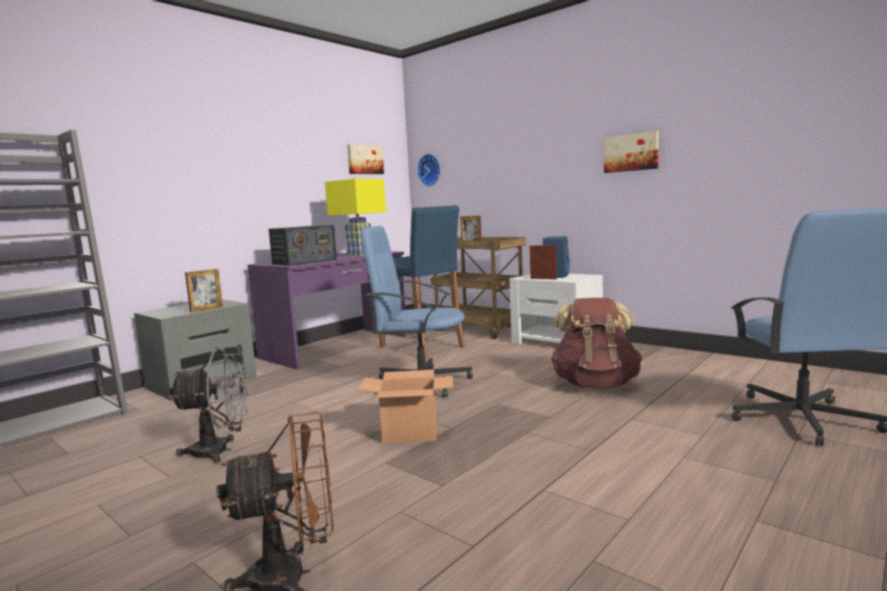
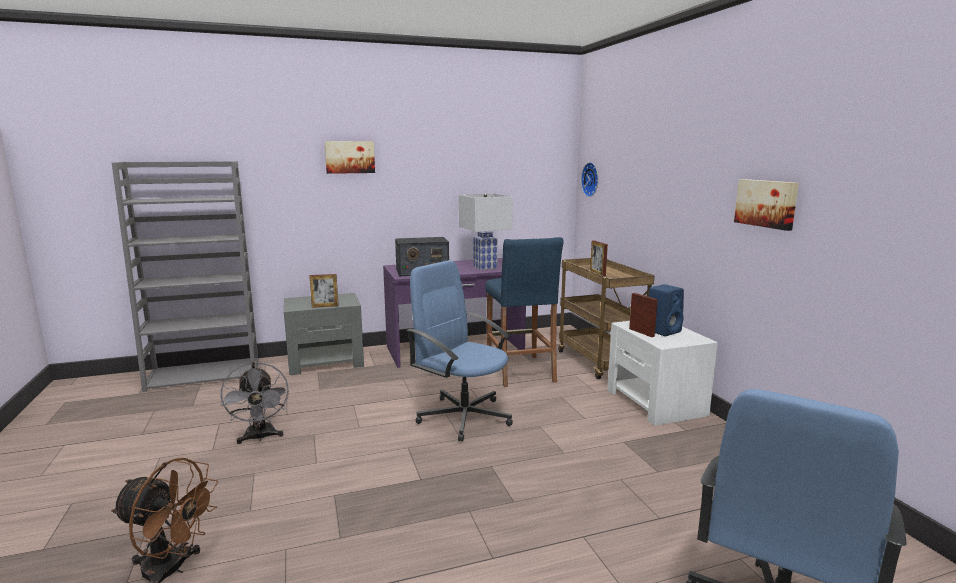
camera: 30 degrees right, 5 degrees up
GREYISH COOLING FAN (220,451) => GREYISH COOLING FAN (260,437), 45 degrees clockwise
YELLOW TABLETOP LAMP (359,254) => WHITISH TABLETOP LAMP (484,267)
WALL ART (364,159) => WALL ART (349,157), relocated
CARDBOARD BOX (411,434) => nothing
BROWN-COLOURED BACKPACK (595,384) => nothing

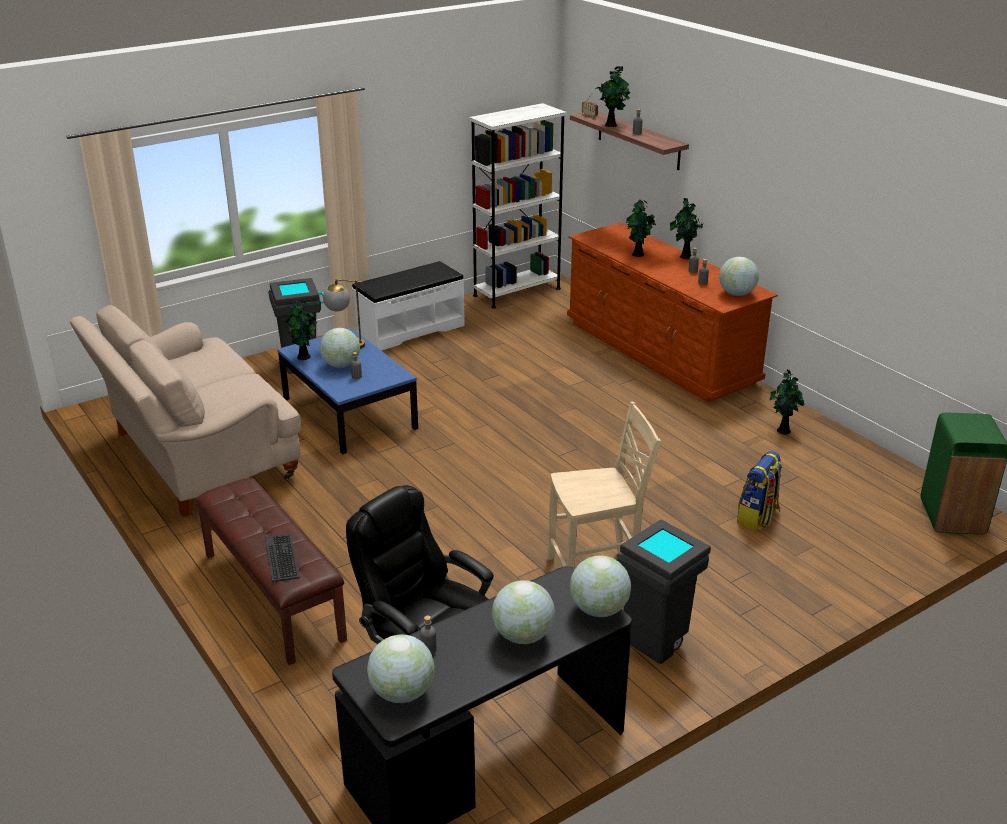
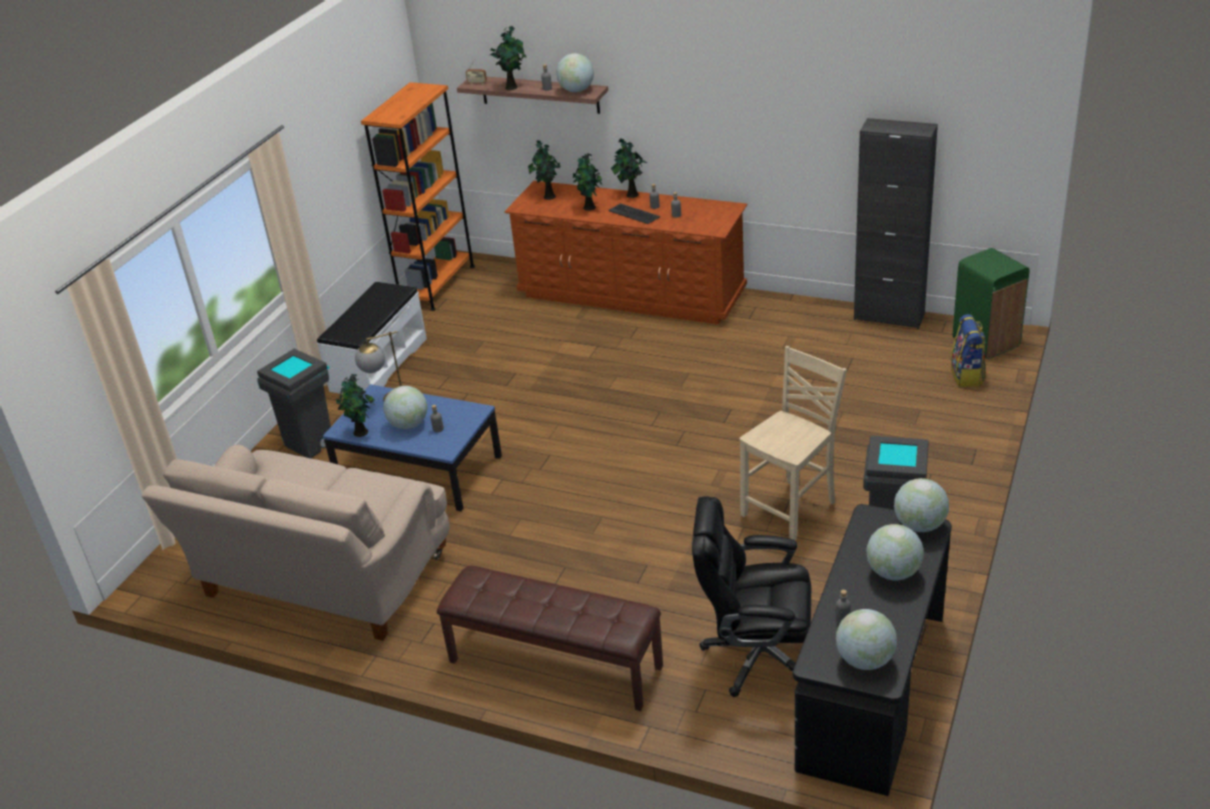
camera: 30 degrees left, 5 degrees up
COMPUTER KEYBOARD (282,558) => COMPUTER KEYBOARD (634,214), relocated
WHITISH SHELVING UNIT (517,292) => ORANGEY SHELVING UNIT (437,285)
DESK GLOBE (736,294) => DESK GLOBE (576,91), relocated
BACKPACK (758,517) => BACKPACK (967,376), relocated
PLANT IN A POT (782,430) => PLANT IN A POT (548,196), relocated
nothing => BLACK CUPBOARD (889,316)

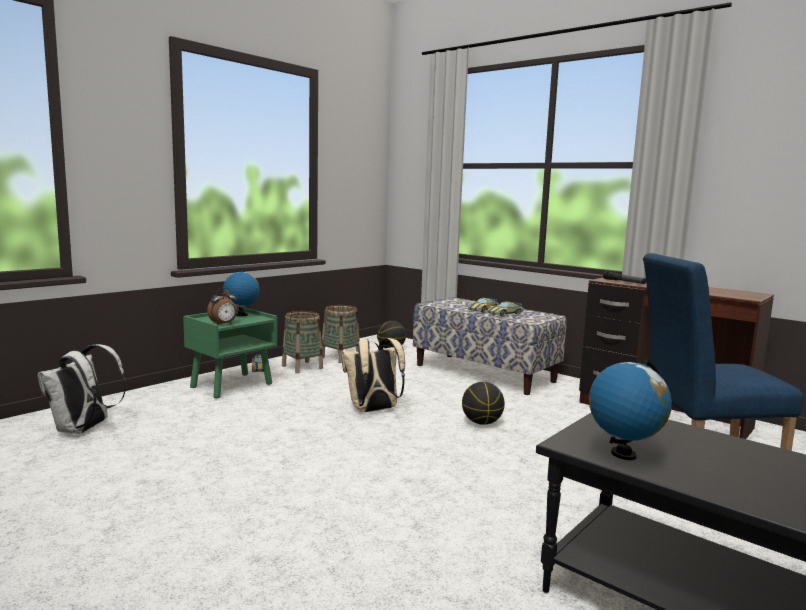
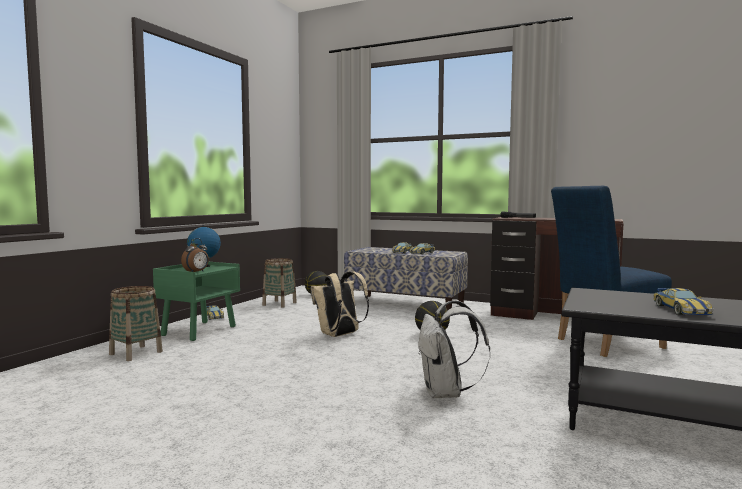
camera: 15 degrees left, 5 degrees down
WHITISH BACKPACK (83,429) => WHITISH BACKPACK (446,393), relocated
STORAGE BASKET (302,367) => STORAGE BASKET (136,353), relocated
DESK GLOBE (623,454) => nothing
nothing => MINIATURE CAR (680,310)

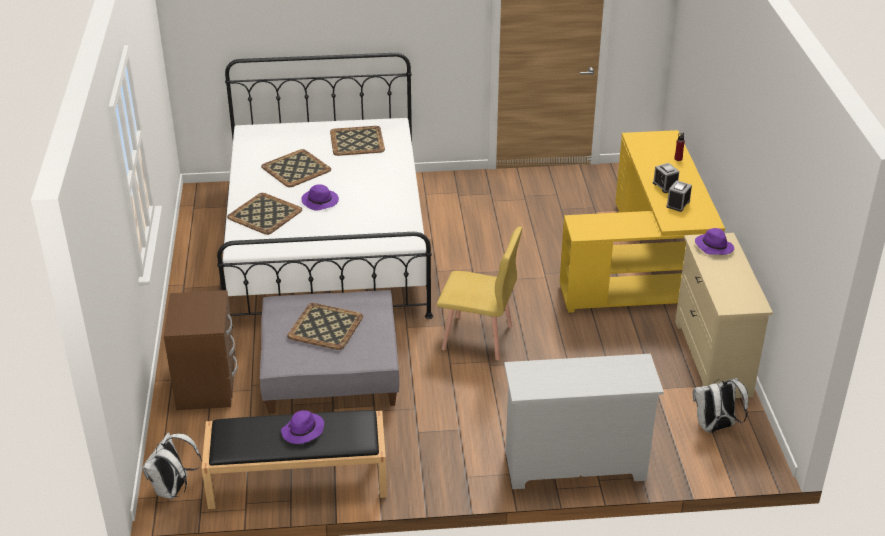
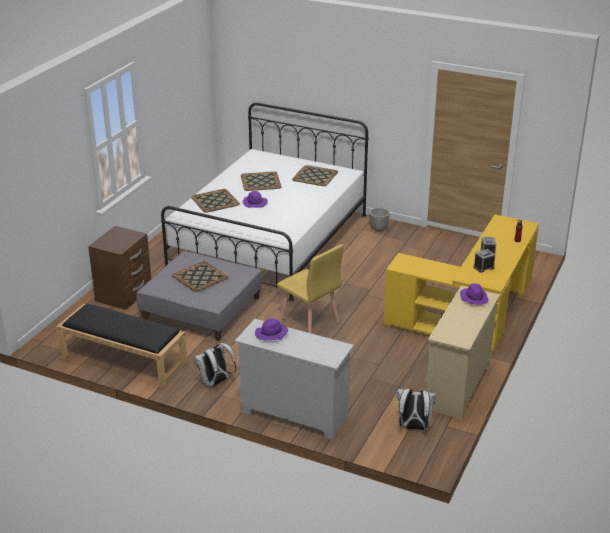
camera: 30 degrees right, 5 degrees down
WHITISH BACKPACK (173,490) => WHITISH BACKPACK (215,383), relocated
PURPLISH CLOTHING HAT (302,431) => PURPLISH CLOTHING HAT (271,334), relocated
nothing => FLOWER POT (379,228)

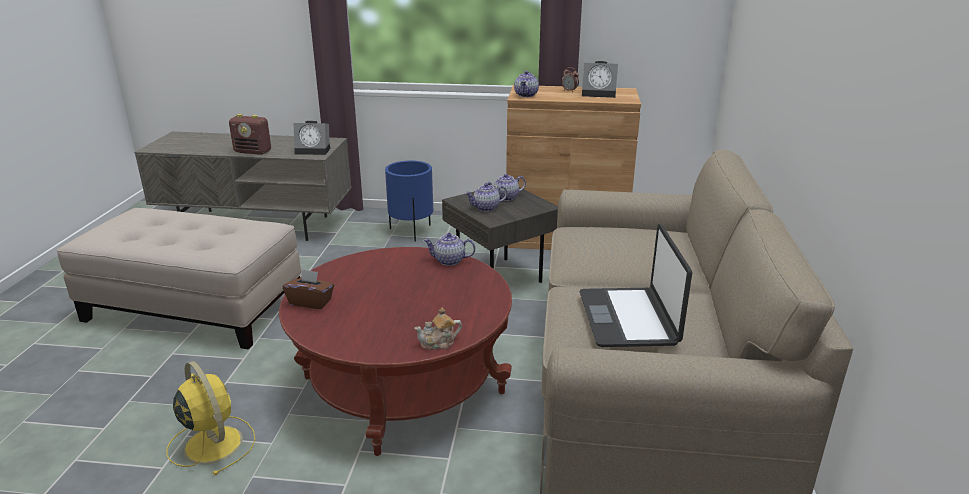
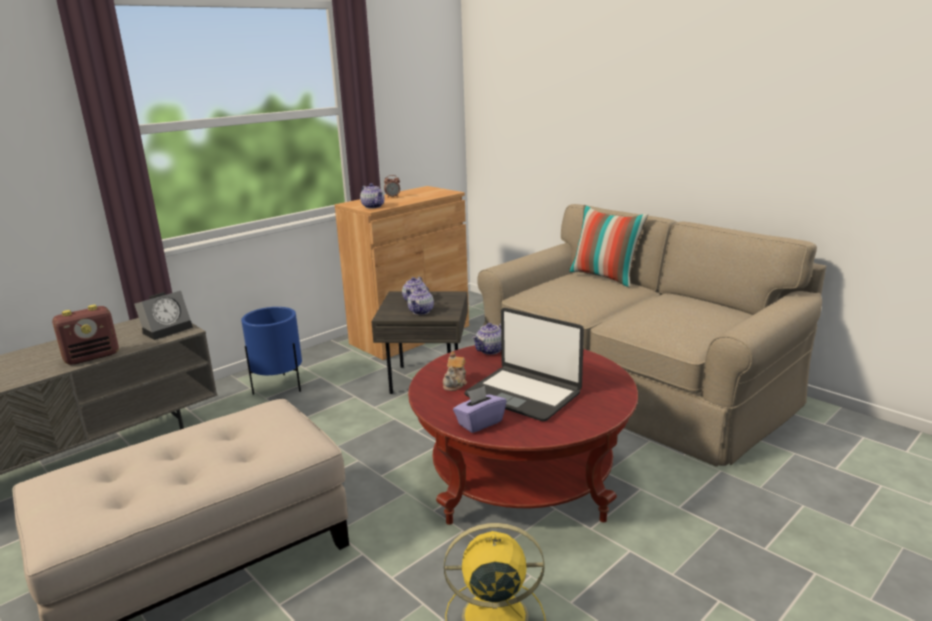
camera: 50 degrees left, 5 degrees down
BROWN-COLOURED TISSUE BOX (311,302) => PURPLISH TISSUE BOX (479,423)
TEA POT (439,343) => TEA POT (455,383), relocated
PORTABLE COMPUTER (629,318) => PORTABLE COMPUTER (523,394), relocated
TABLE CLOCK (600,94) => nothing
nothing => PILLOW (605,277)

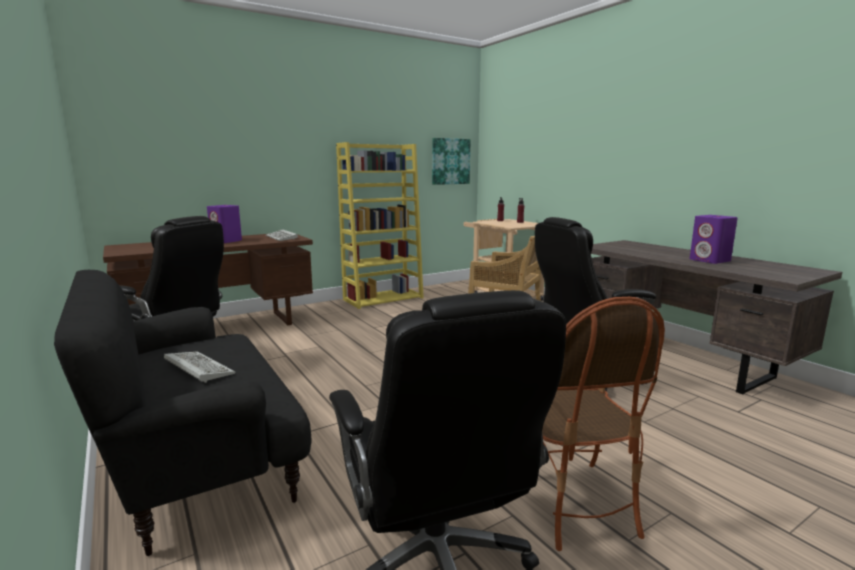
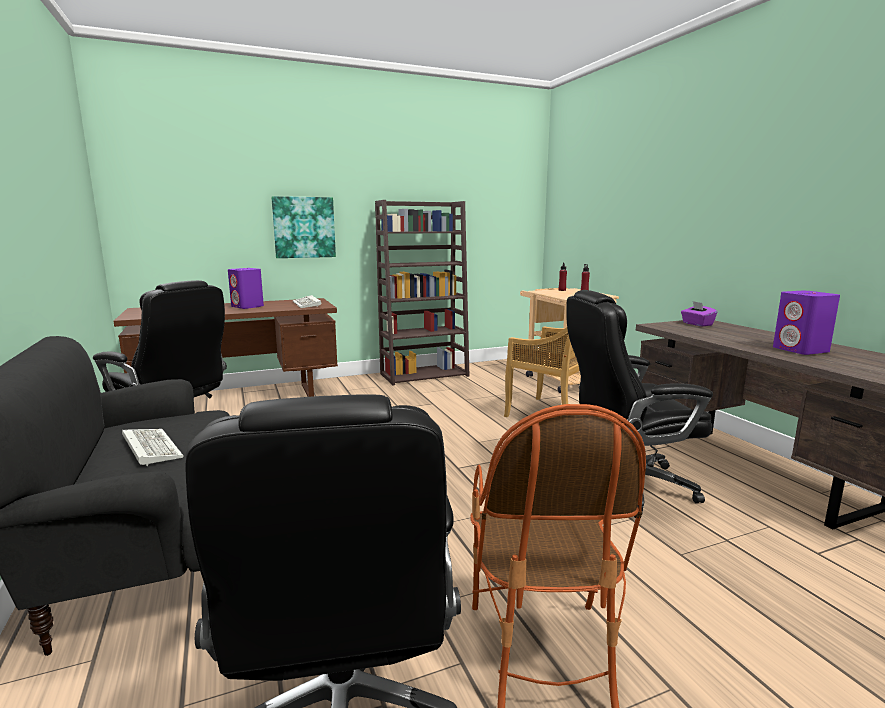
camera: 10 degrees right, 0 degrees up
YELLOW SHELVING UNIT (383,298) => BROWN-COLOURED SHELVING UNIT (425,374)
WALL ART (450,161) => WALL ART (304,227), relocated
nothing => PURPLISH TISSUE BOX (697,324)

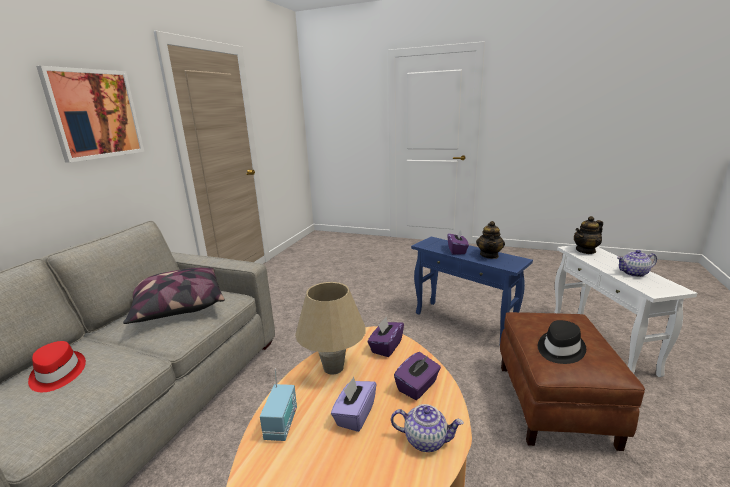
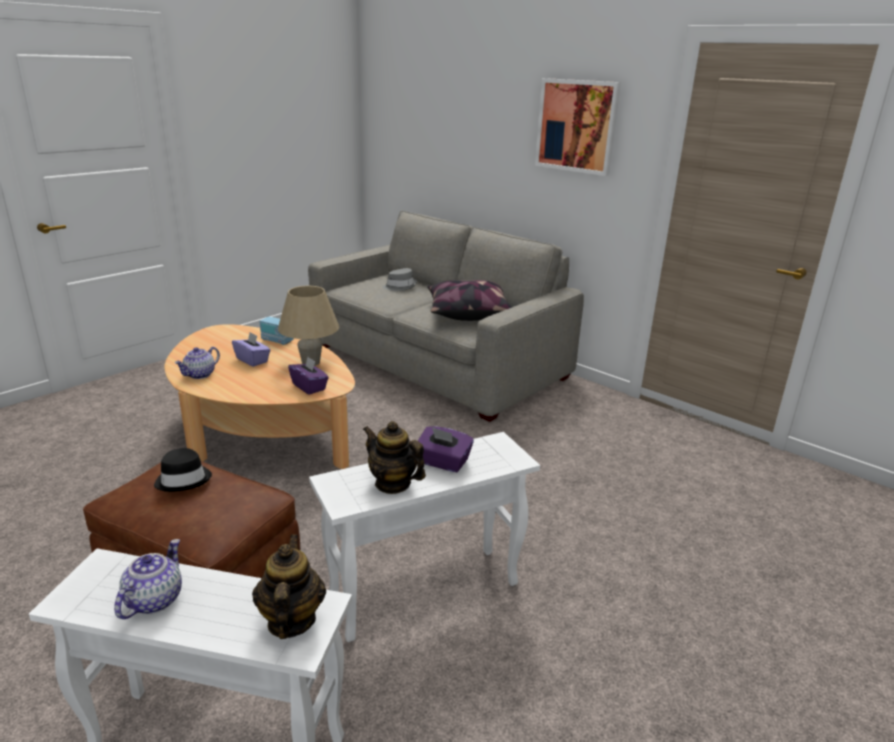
camera: 110 degrees right, 5 degrees up
RED-COLOURED CLOTHING HAT (57,374) => GREYISH CLOTHING HAT (400,286)
PURPLISH TISSUE BOX (417,386) => nothing
BLUISH SIDE TABLE (464,323) => WHITISH SIDE TABLE (424,593)

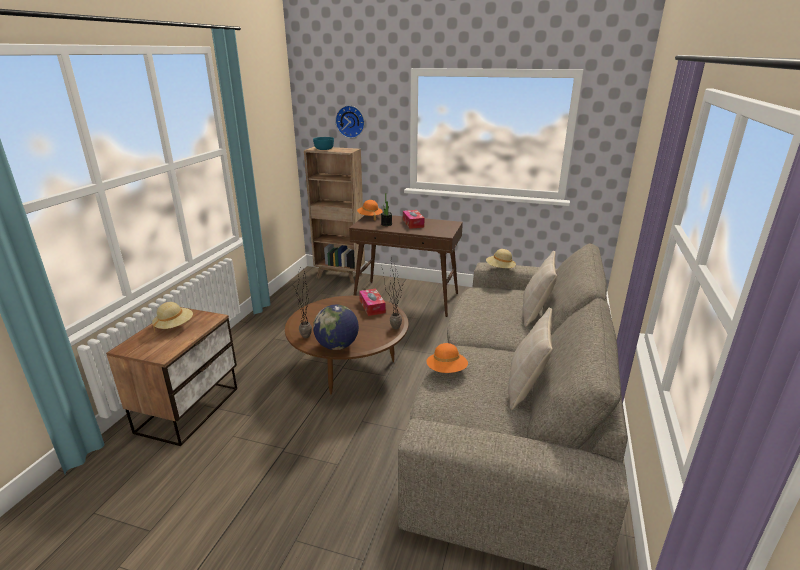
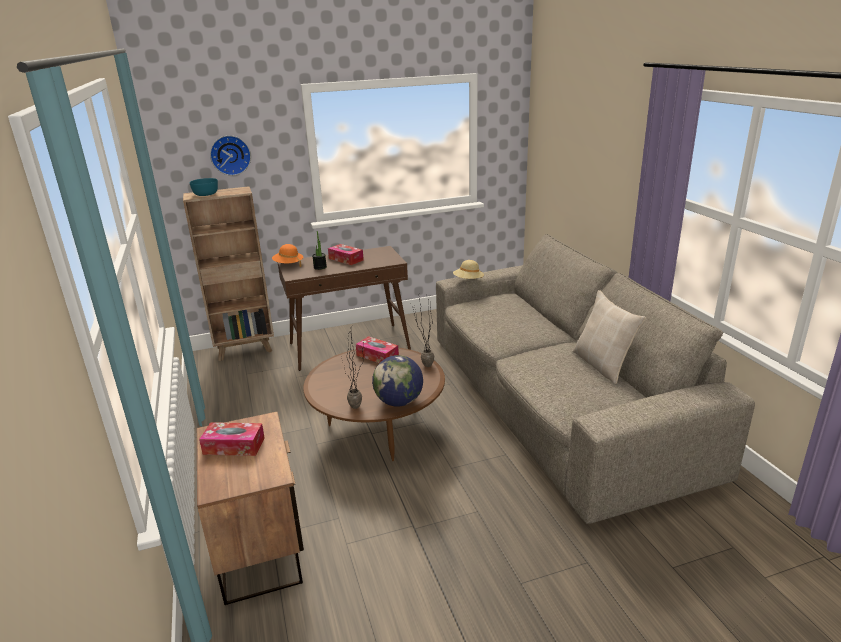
camera: 35 degrees left, 0 degrees up
BEIGE-COLOURED CLOTHING HAT (174,326) => TISSUE BOX (234,446)
ORANGEY CLOTHING HAT (446,370) => nothing
BEIGE-COLOURED PILLOW (535,313) => nothing

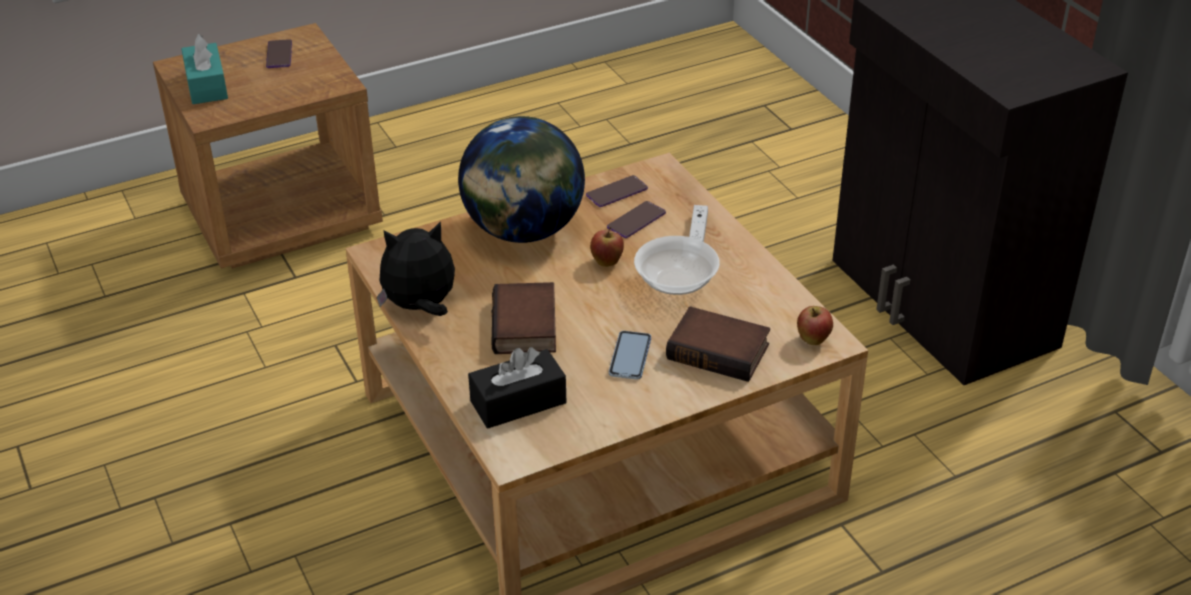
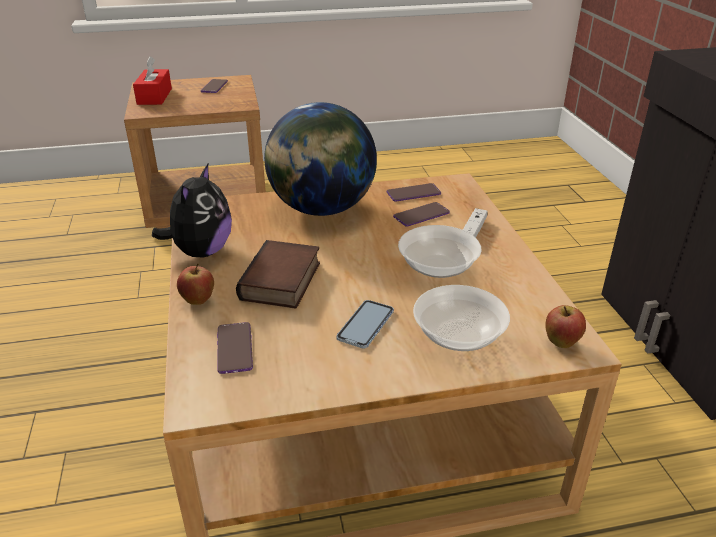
camera: 15 degrees right, 5 degrees down
TURQUOISE TISSUE BOX (206,85) => RED-COLOURED TISSUE BOX (154,96)
CUDDLY TOY (420,307) => CUDDLY TOY (201,251), 105 degrees clockwise
BLACK TISSUE BOX (518,402) => HANDSET (234,348)
WHOLE APPLE (607,262) => WHOLE APPLE (198,301), relocated
BOOK (720,350) => DEEP DISH (459,335)

